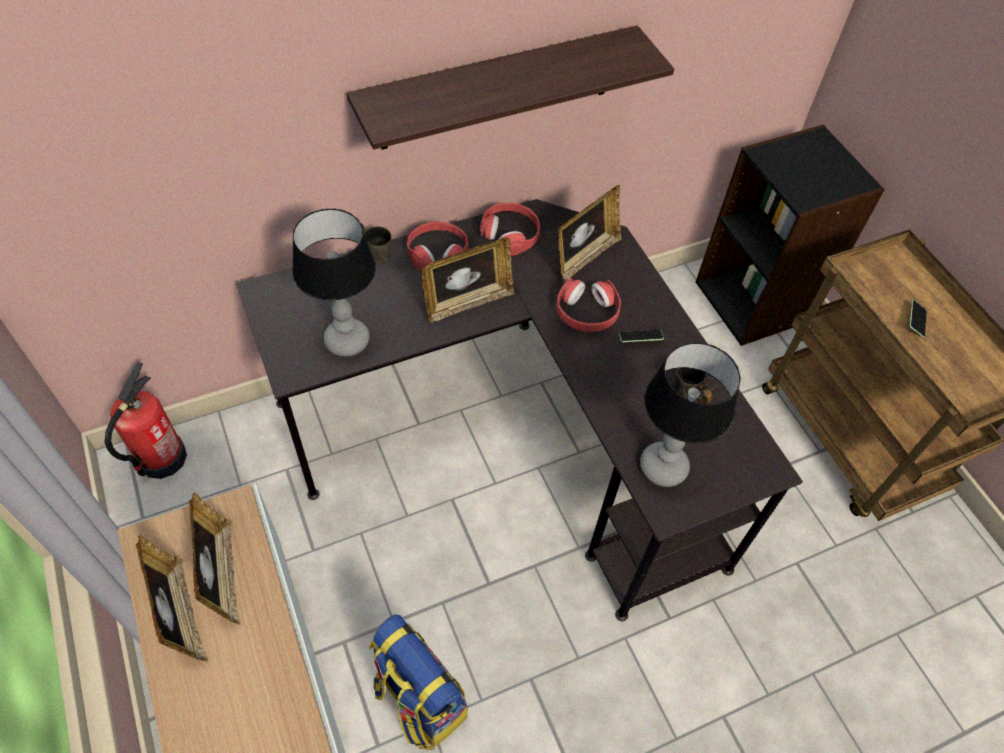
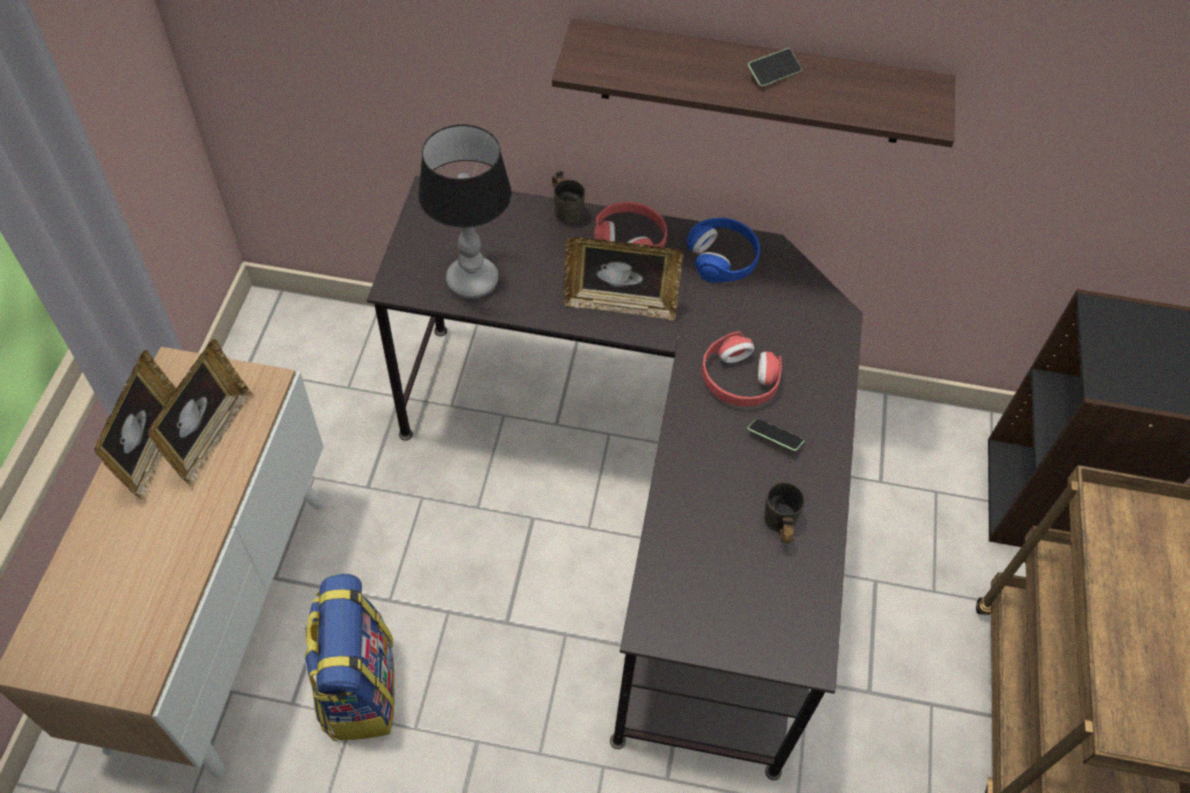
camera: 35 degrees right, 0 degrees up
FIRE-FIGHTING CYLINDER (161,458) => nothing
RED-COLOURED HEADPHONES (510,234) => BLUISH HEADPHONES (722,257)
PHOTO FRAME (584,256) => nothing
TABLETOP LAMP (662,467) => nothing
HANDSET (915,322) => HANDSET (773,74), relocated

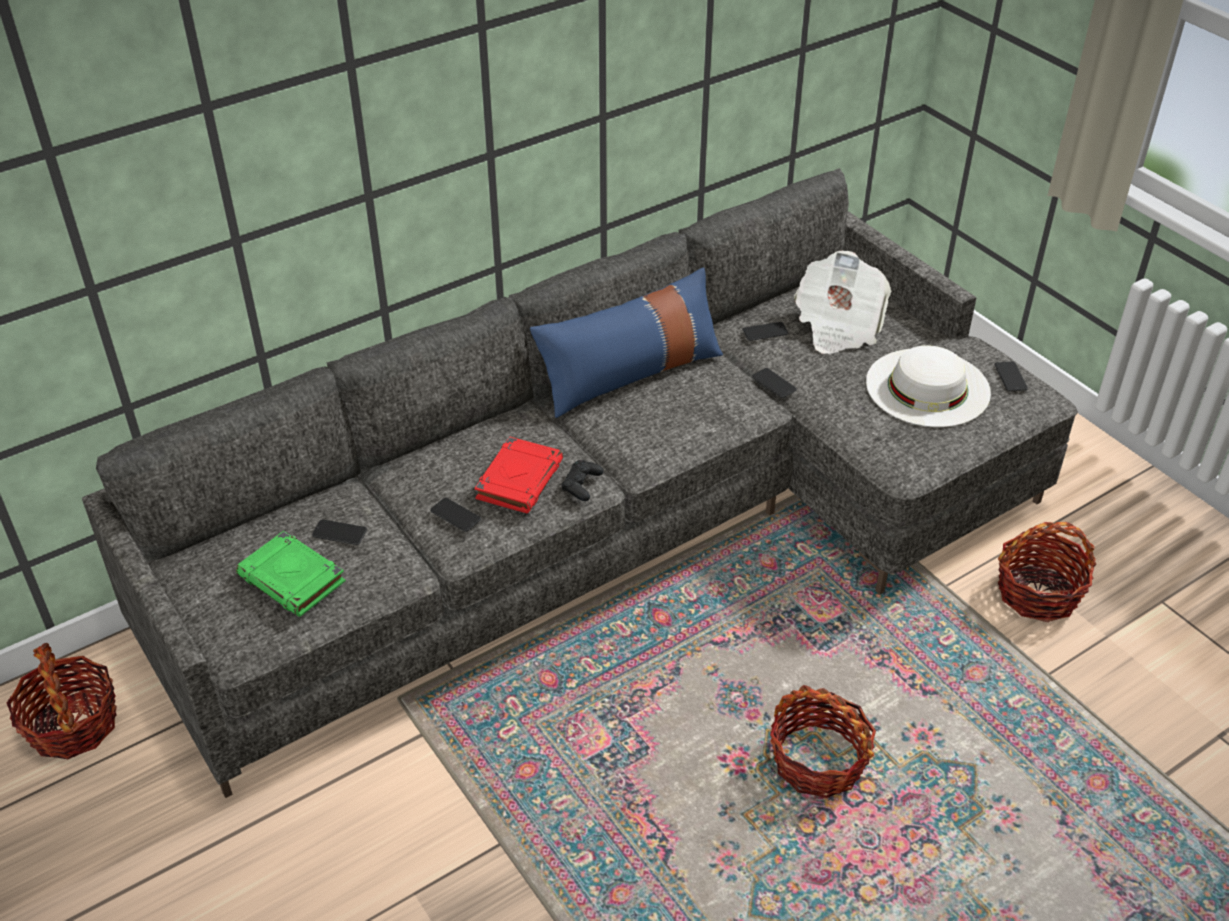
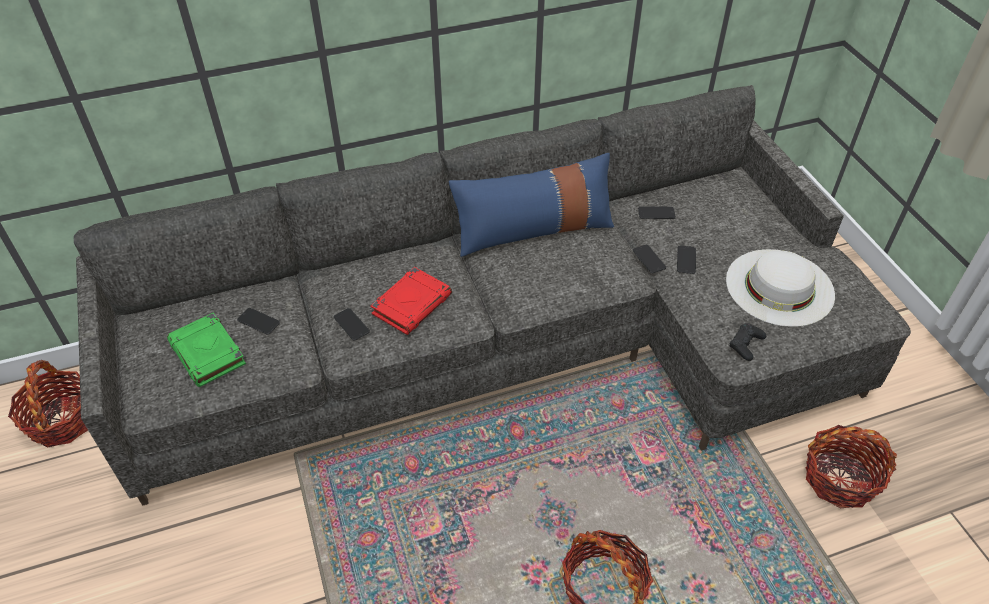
camera: 15 degrees right, 5 degrees up
BLACK GAME CONTROLLER (581,484) => BLACK GAME CONTROLLER (746,344), relocated
PRINTED PAPER (838,325) => nothing
HANDSET (1010,377) => HANDSET (686,260), relocated

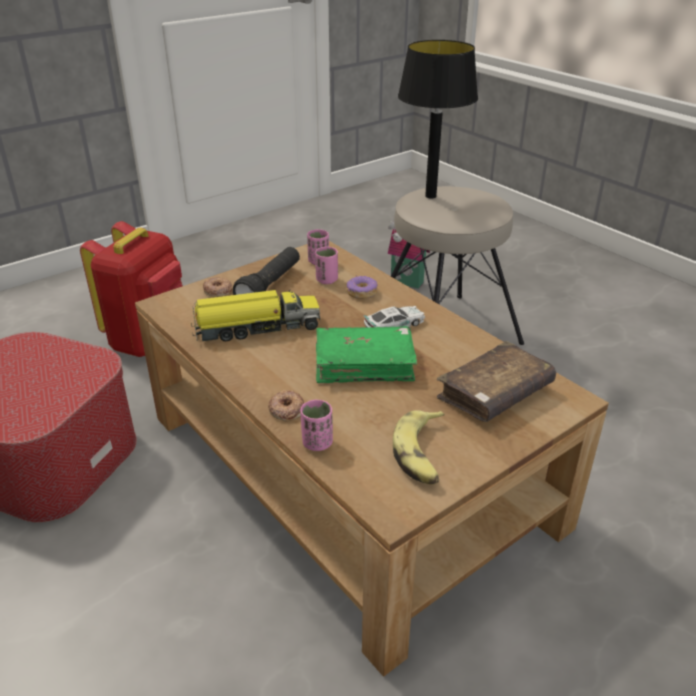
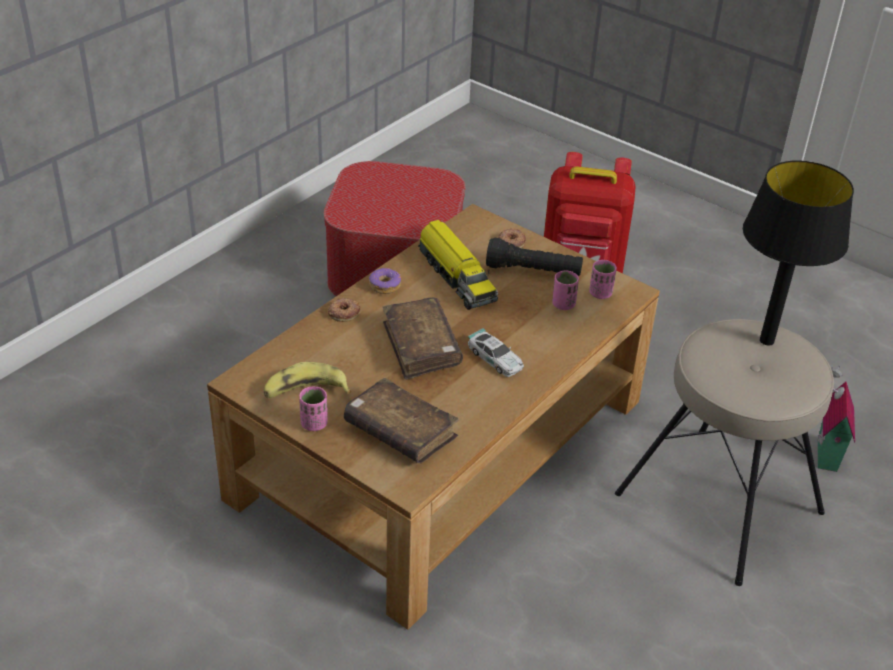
camera: 75 degrees right, 5 degrees up
PINKISH DRINKING CUP (317,443) => PINKISH DRINKING CUP (314,424), relocated
GREEN-COLOURED BOOK (364,364) => BROWN-COLOURED BOOK (421,347)
DONUT (361,292) => DONUT (384,286), relocated

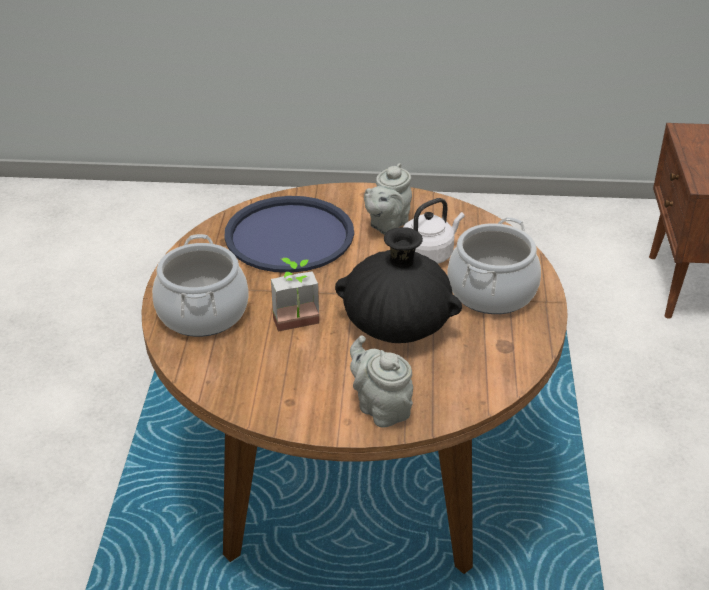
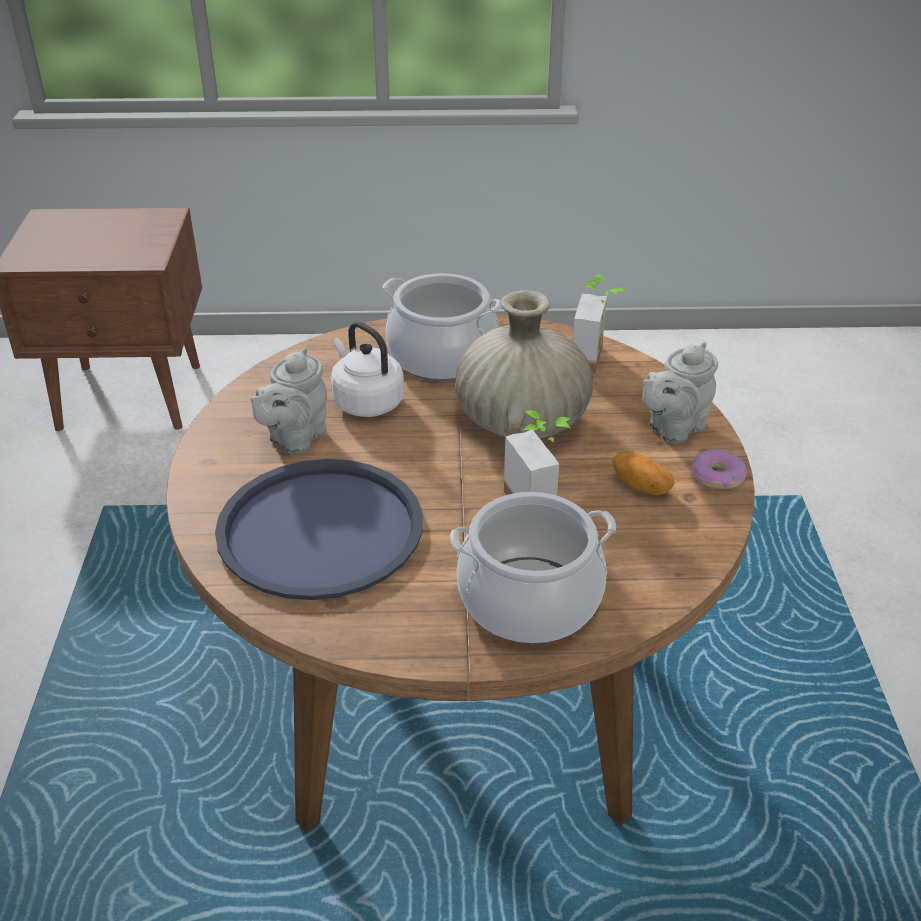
camera: 95 degrees left, 0 degrees up
BLACK FLOWER VASE (397,326) => BEIGE-COLOURED FLOWER VASE (521,422)
GREYISH TEA POT (387,225) => GREYISH TEA POT (294,438), 90 degrees clockwise
nothing => PLANT IN A POT (597,359)
nothing => SPUD (641,485)
nothing => DONUT (717,476)

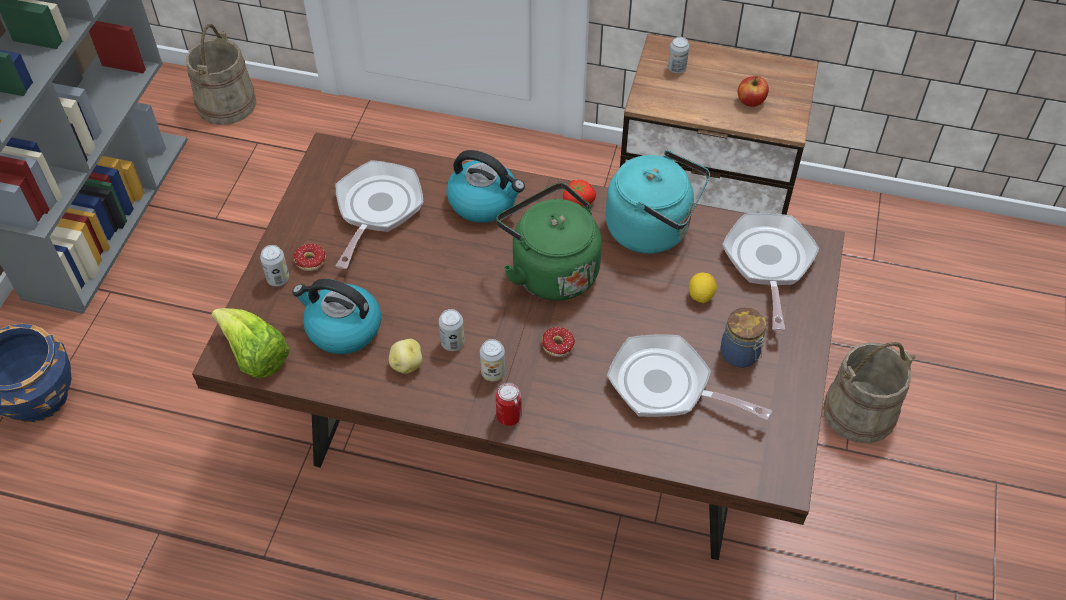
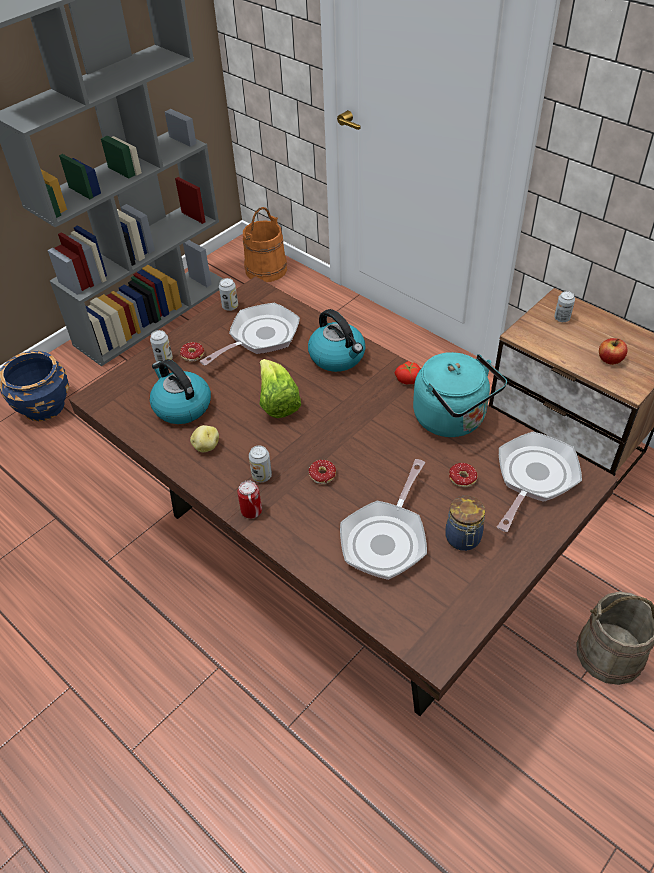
camera: 30 degrees right, 5 degrees down
BEIGE-COLOURED WATER BUCKET (226,103) => ORANGEY WATER BUCKET (266,269)
LETTUCE HEAD (255,356) => LETTUCE HEAD (277,402), relocated
METAL CAN (452,343) => METAL CAN (230,306), relocated
GREEN-COLOURED TEA KETTLE (551,270) => nothing
FRYING PAN (667,386) => FRYING PAN (386,538), 120 degrees counterclockwise
CITRUS FRUIT (700,296) => DONUT (459,481)

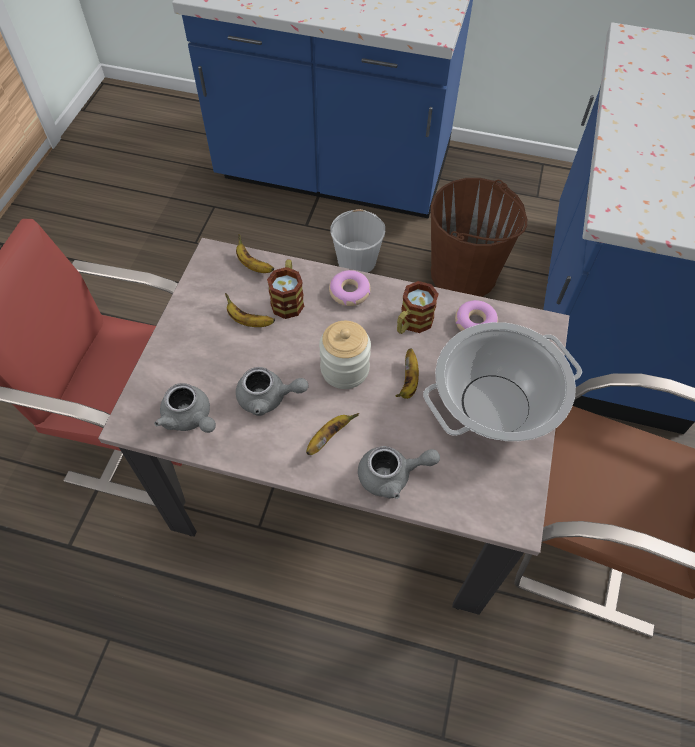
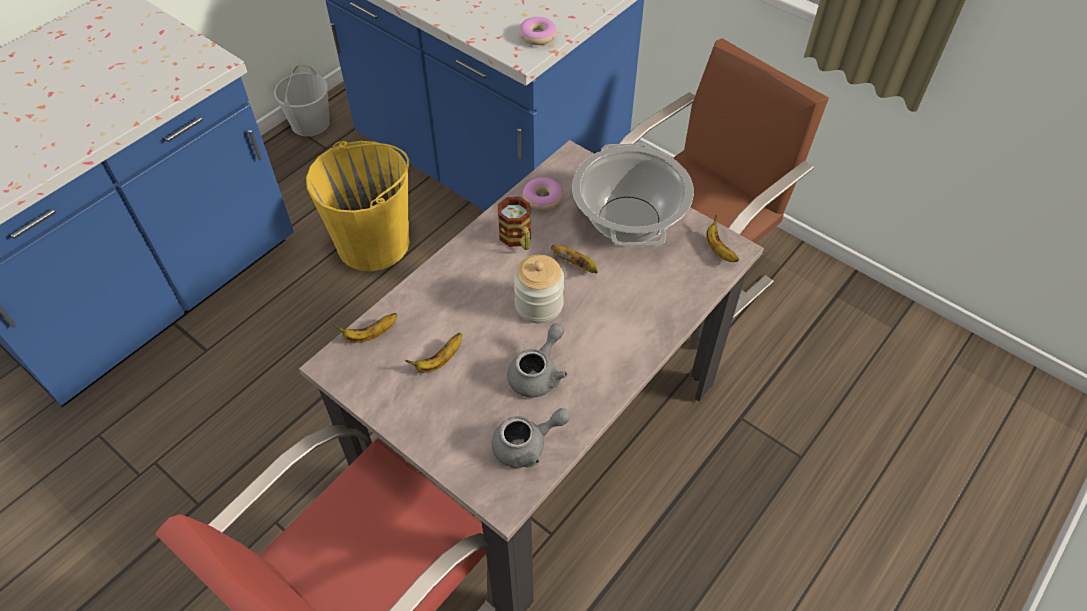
camera: 65 degrees left, 5 degrees down
TEA MUG (288,299) => nothing
BANANA FRUIT (328,437) => BANANA FRUIT (718,250), relocated
DONUT (349,292) => DONUT (537,36), relocated
WHITISH WATER BUCKET (357,259) => WHITISH WATER BUCKET (310,122), relocated
GREYISH TEA POT (392,475) => nothing
BROWN-COLOURED WATER BUCKET (464,274) => YELLOW WATER BUCKET (374,243)

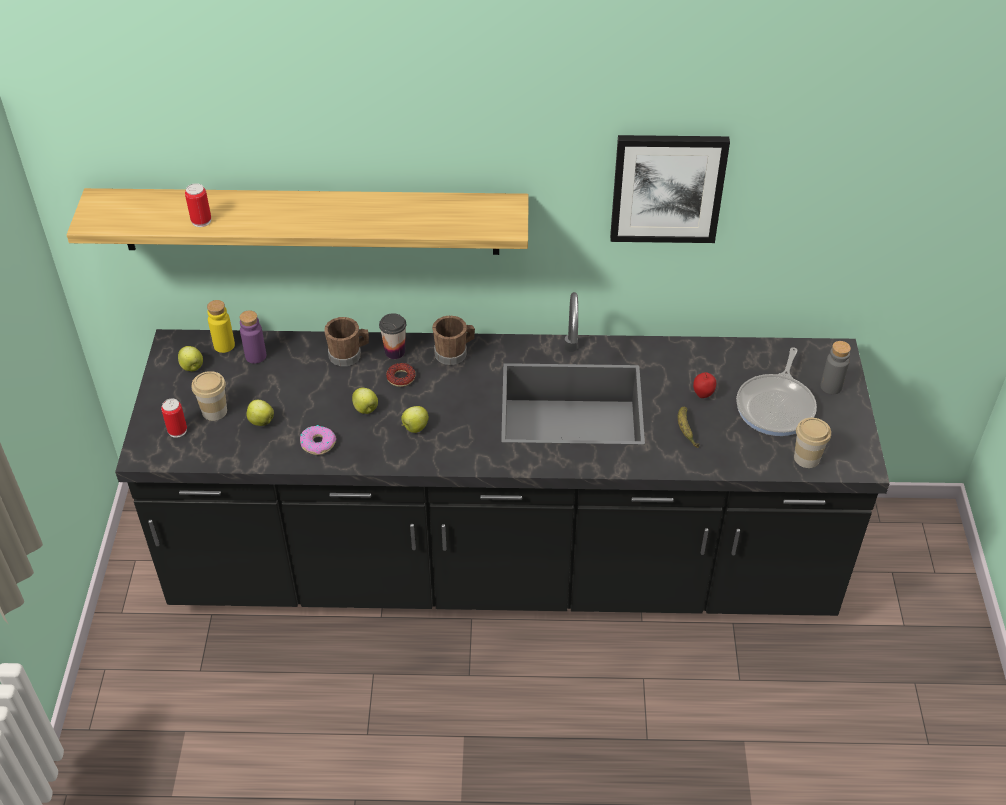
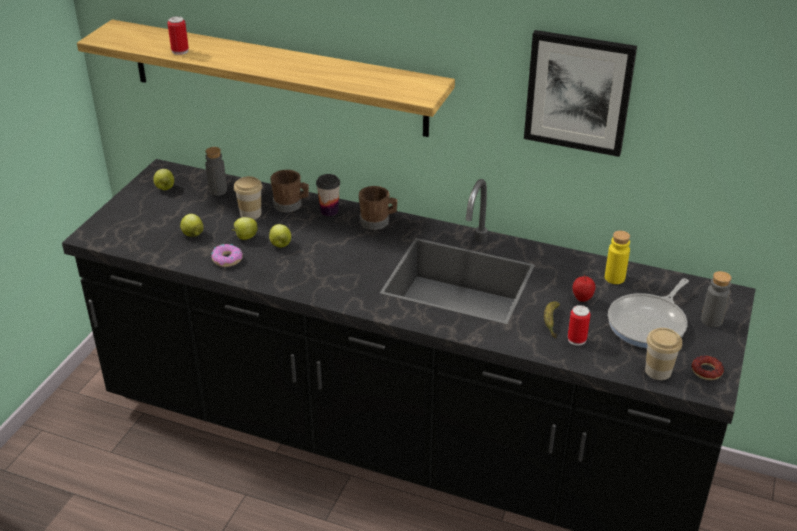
camera: 20 degrees right, 10 degrees down
METAL CAN (177,430) => METAL CAN (576,339), relocated
DRINKING CUP (214,411) => DRINKING CUP (250,214), relocated
YELLOW DRINK BOTTLE (224,345) => YELLOW DRINK BOTTLE (614,278), relocated
PURPLISH DRINK BOTTLE (255,356) => GREYISH DRINK BOTTLE (218,191)
DONUT (401,378) => DONUT (706,371), relocated
WHOLE APPLE (414,428) => WHOLE APPLE (245,237), relocated

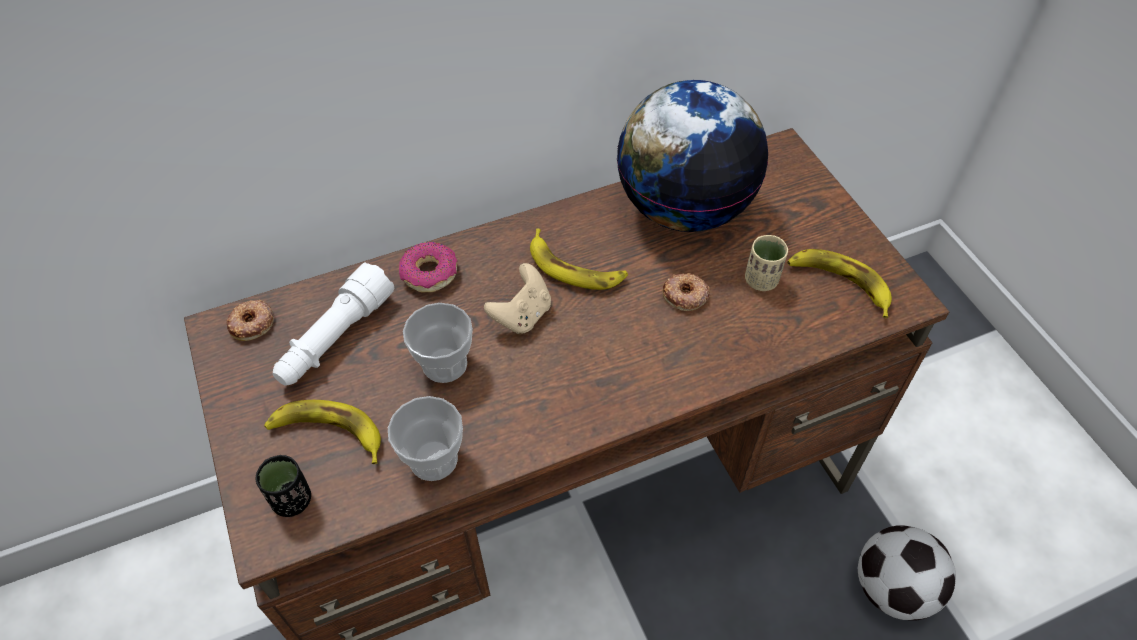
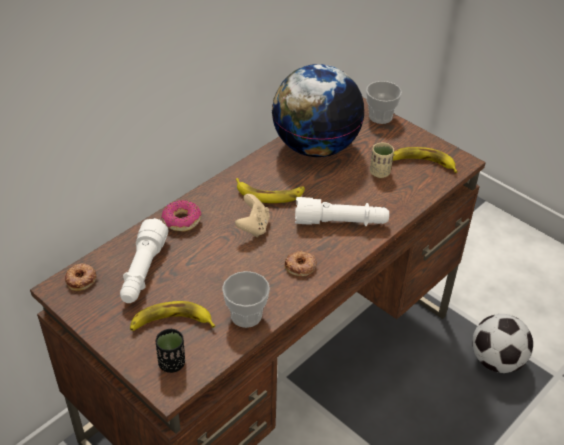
camera: 25 degrees left, 10 degrees down
DRINKING CUP (445,364) => DRINKING CUP (380,117), relocated
DONUT (685,295) => DONUT (300,266), relocated
nothing => WHITISH HAND TORCH (341,222)

